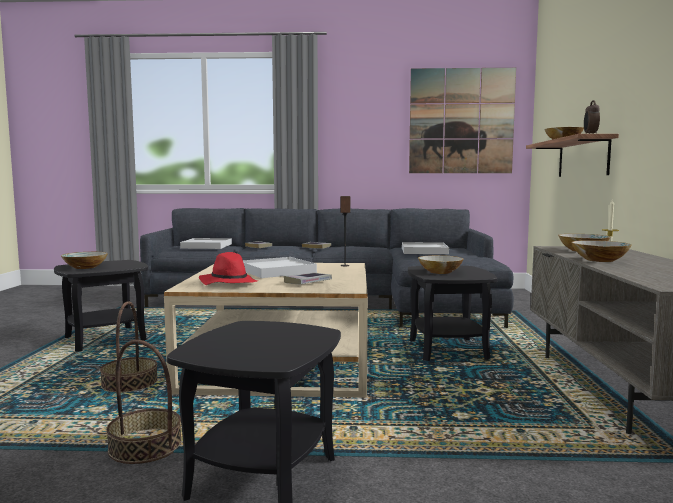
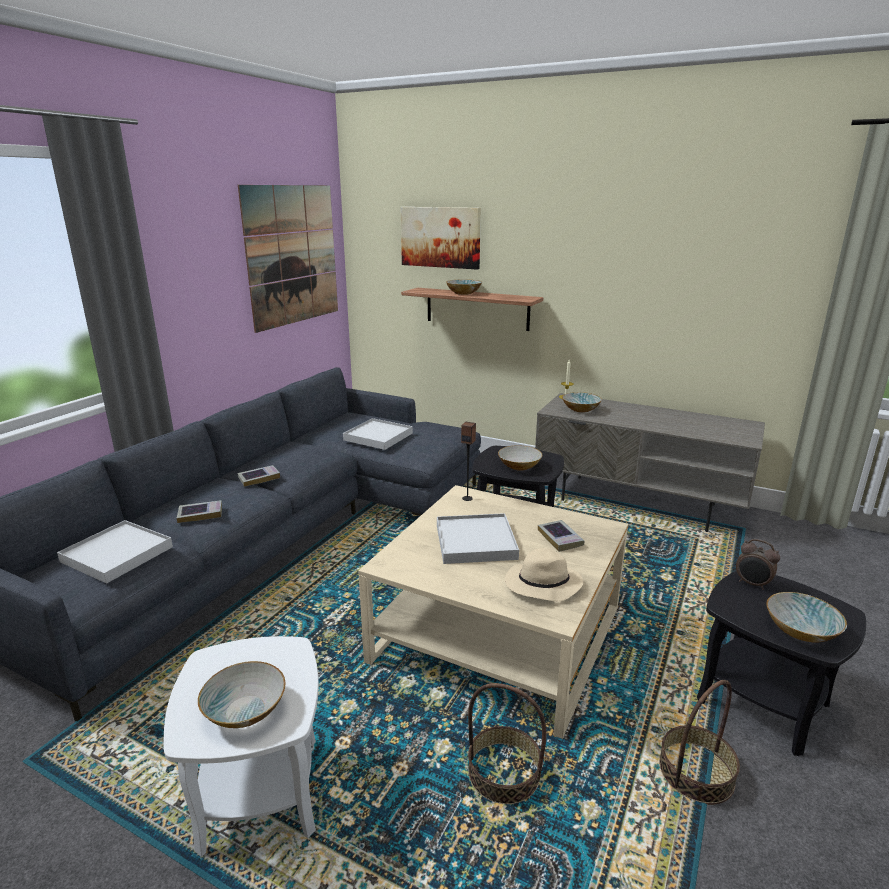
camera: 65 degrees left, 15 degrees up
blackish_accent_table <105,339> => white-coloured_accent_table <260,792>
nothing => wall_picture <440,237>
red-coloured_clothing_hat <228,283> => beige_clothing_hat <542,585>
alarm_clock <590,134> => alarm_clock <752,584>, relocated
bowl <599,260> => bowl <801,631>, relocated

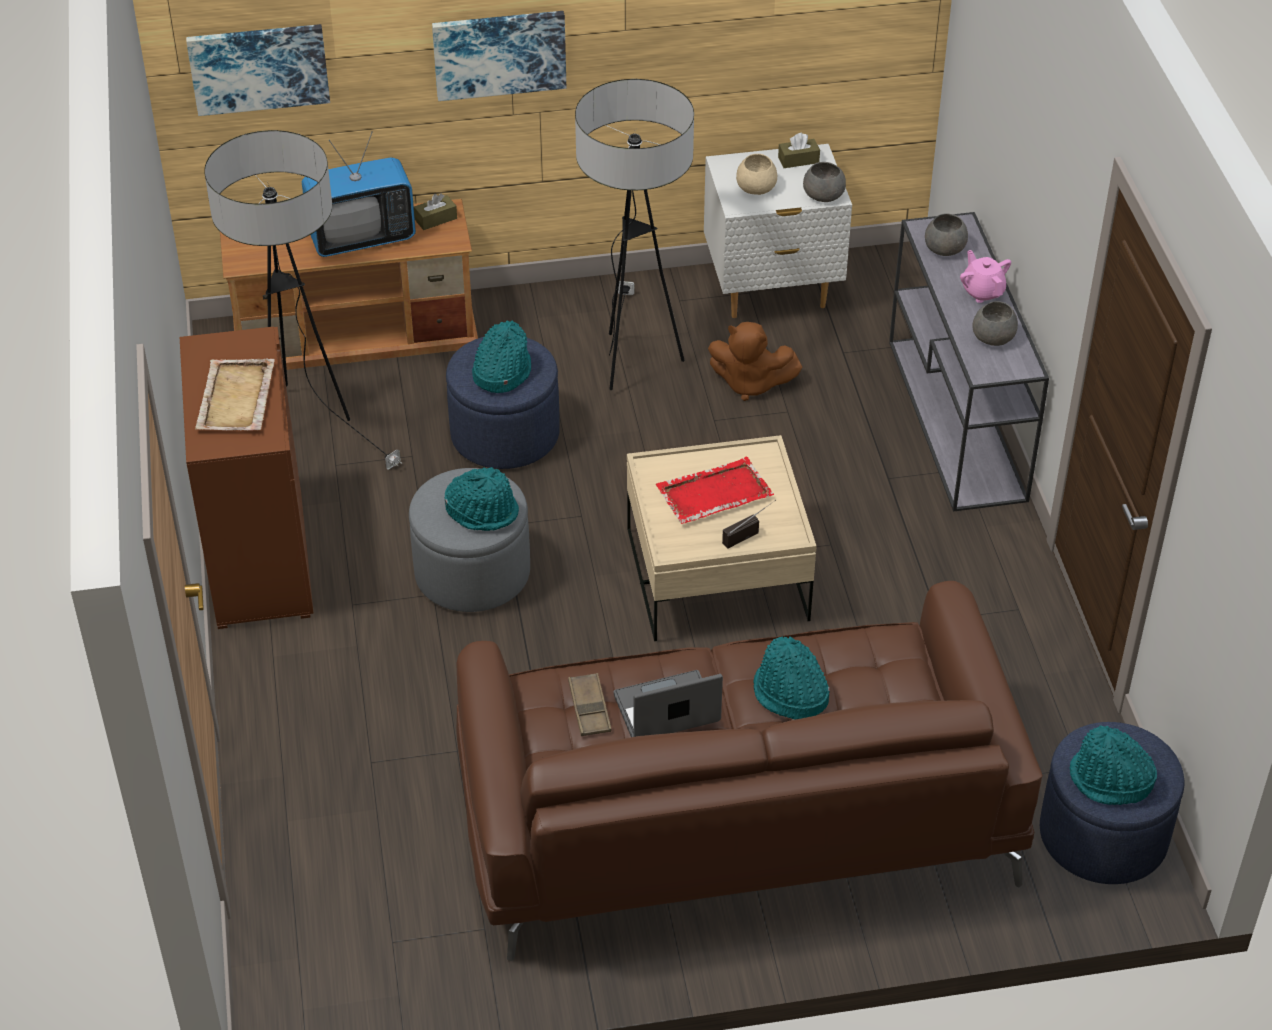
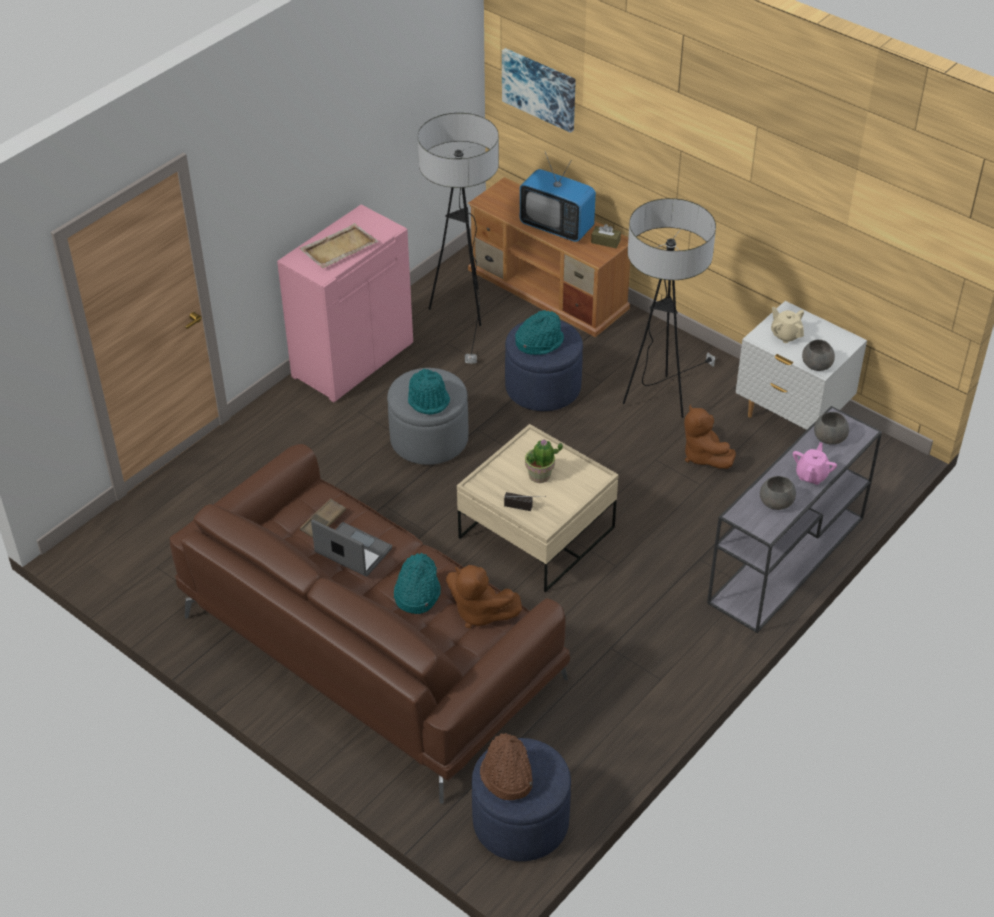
camera: 50 degrees right, 0 degrees up
brown_cabinet <258,558> => pinkish_cabinet <352,359>
nothing => brown_soft_toy <479,612>
turquoise_clothing_hat <1110,781> => brown_clothing_hat <506,777>
red-coloured_tray <713,493> => houseplant <540,475>
beige_bowl <756,187> => beige_pot_for_tea <785,335>
wall_picture <499,53> => nothing
brown_tissue_box <798,160> => nothing

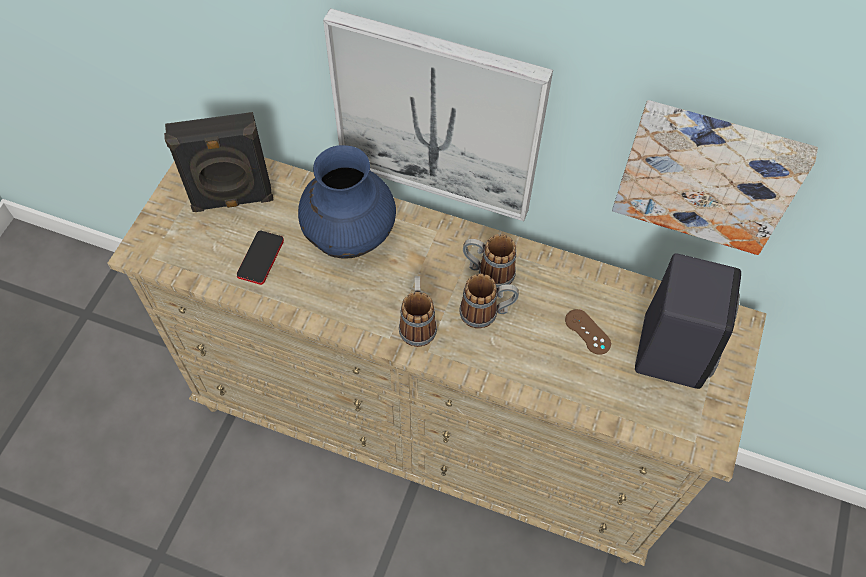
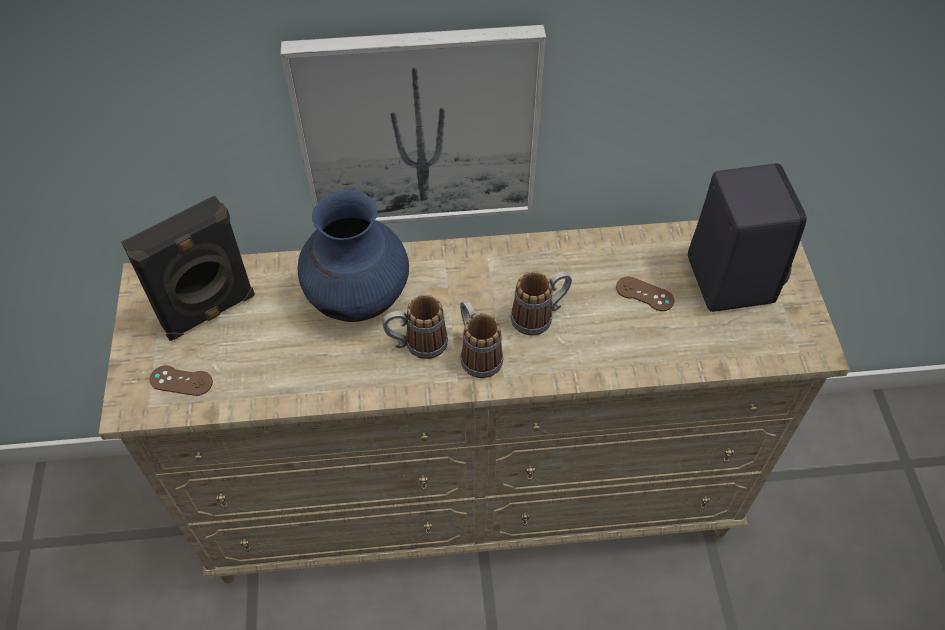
camera: 25 degrees left, 5 degrees down
nothing => brown_game_controller <181,381>
mug <488,272> => mug <417,344>, relocated
telephone <260,258> => nothing
wall_picture <708,174> => nothing

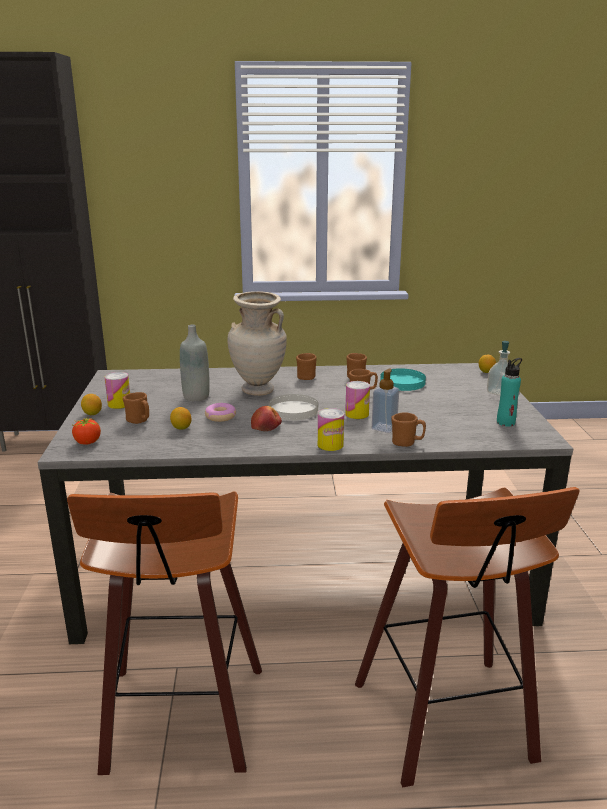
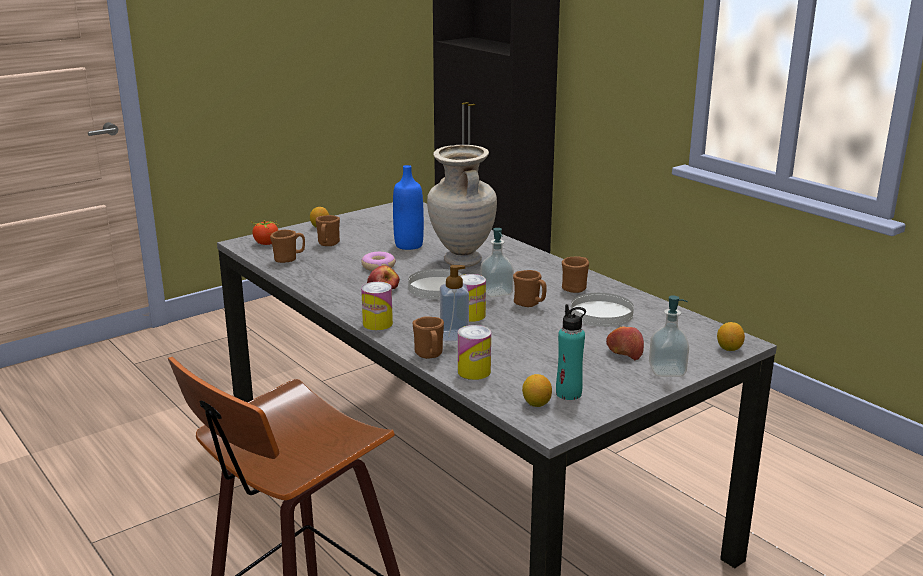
camera: 55 degrees right, 0 degrees up
brown_mug <307,376> => brown_mug <289,259>, relocated
greyish_beverage_bottle <196,397> => bluish_beverage_bottle <408,245>
metal_can <119,404> => metal_can <474,371>, relocated
nothing => liquid_soap_bottle <496,292>
lemon <181,428> => lemon <536,404>, relocated
turquoise_dinner_plate <402,382> => white-coloured_dinner_plate <601,313>
nothing => apple <624,352>
stool_seat <182,722> => nothing

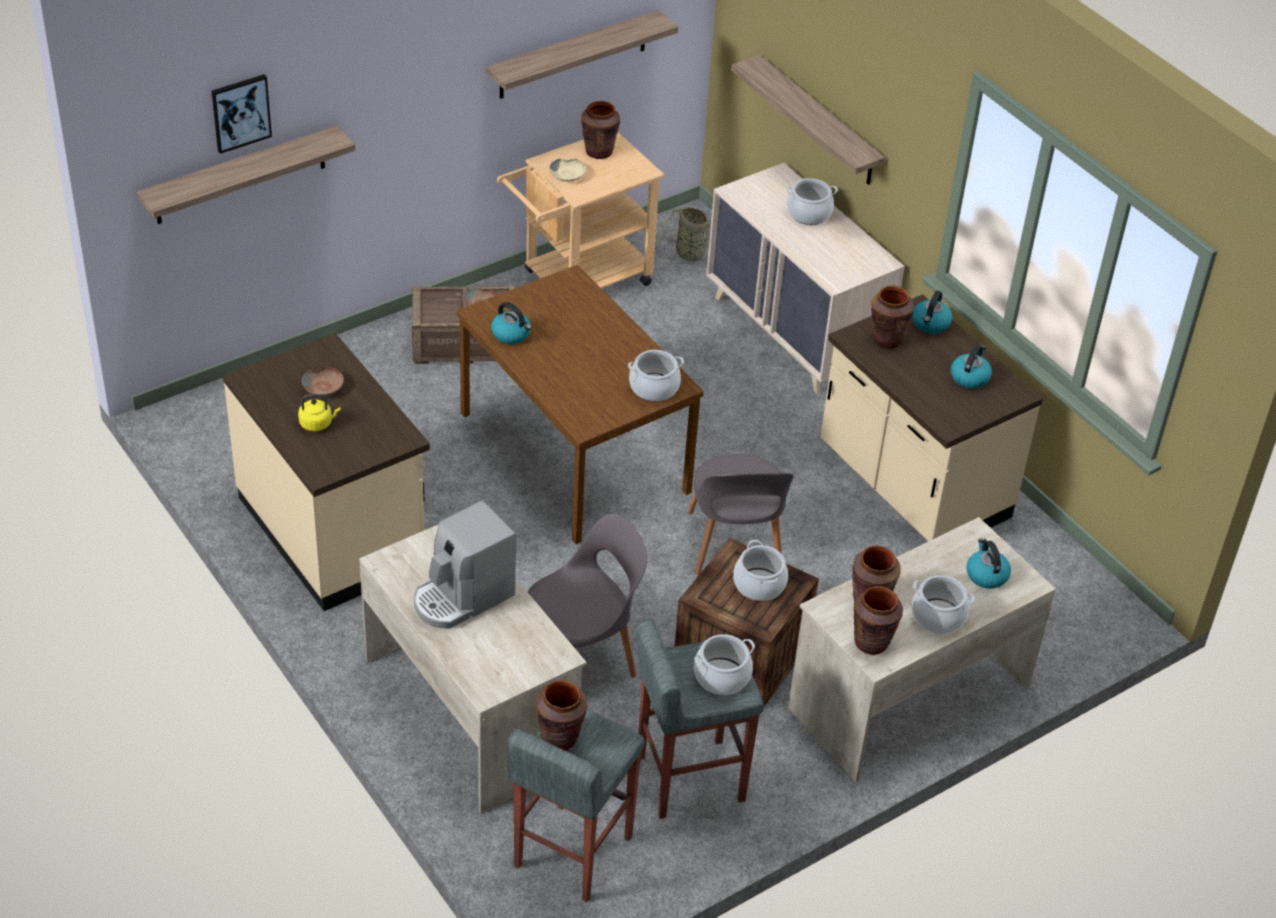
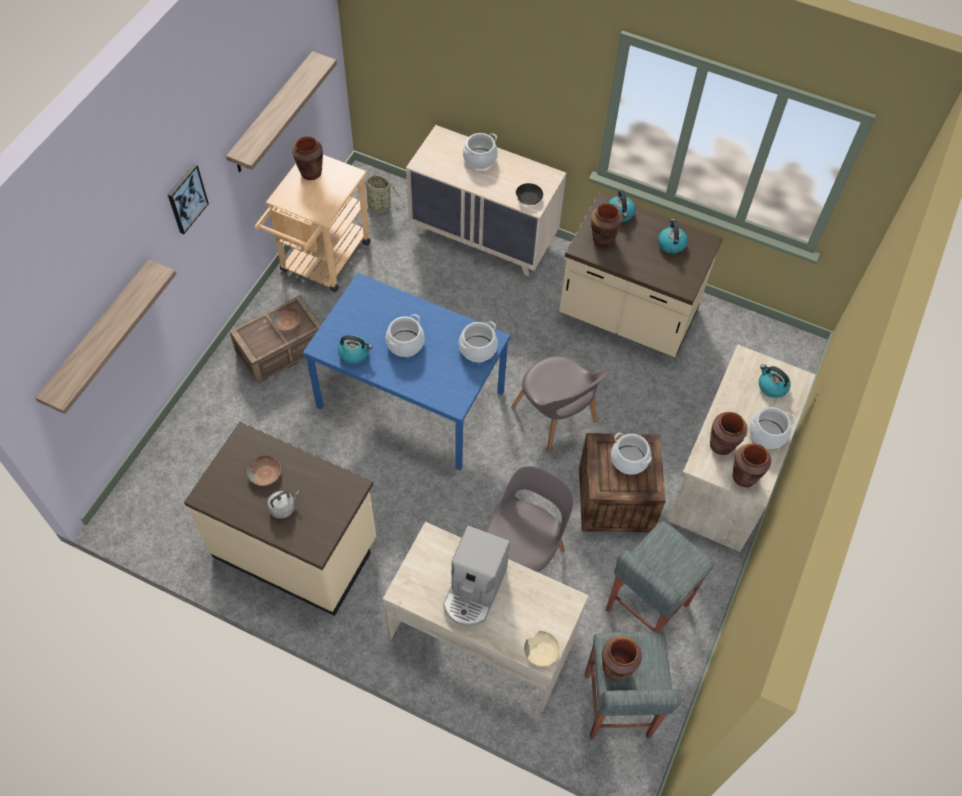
camera: 30 degrees left, 15 degrees up
wall_picture <240,112> => wall_picture <186,198>, relocated
yellowish_kettle <317,423> => greyish_kettle <283,507>
brown_kitchen_table <576,452> => bluish_kitchen_table <412,399>
saucepot <721,676> => saucepot <405,343>, relocated
nothing => blackish_bowl <529,197>
beige_bowl <568,175> => beige_bowl <542,651>, relocated
bracket_shelf <818,122> => nothing

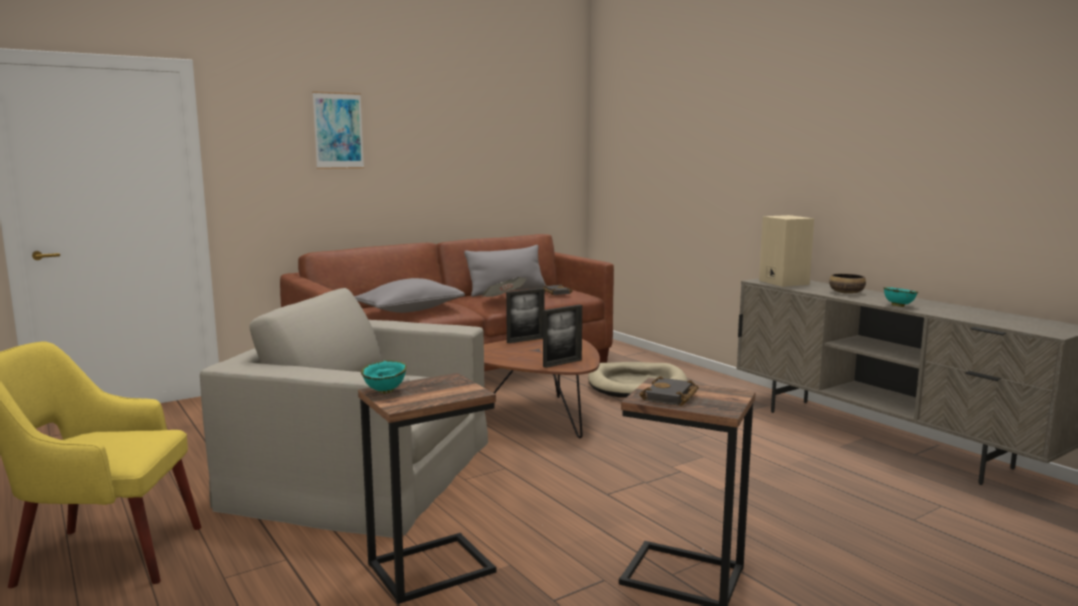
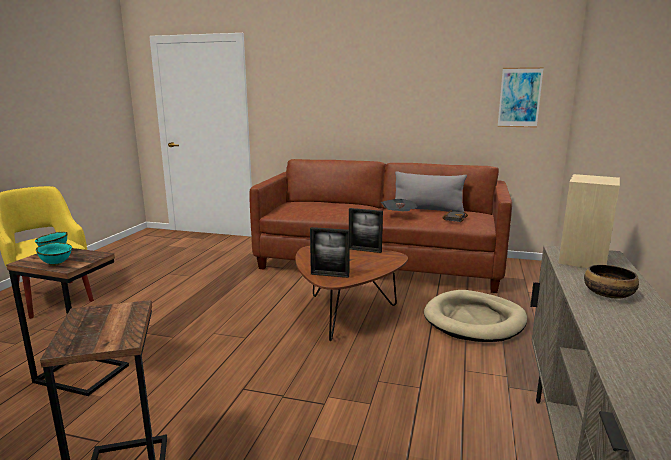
camera: 50 degrees right, 5 degrees up
turquoise_bowl <898,306> => turquoise_bowl <57,264>, relocated
wall_picture <338,130> => wall_picture <519,97>, relocated
beige_lounge_chair <362,472> => nothing
greyish_cushion <410,310> => nothing
blackish_volume <671,397> => nothing

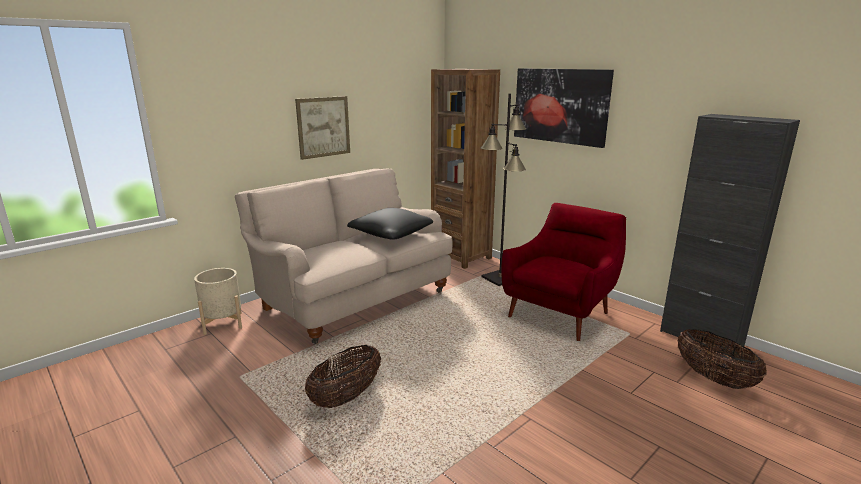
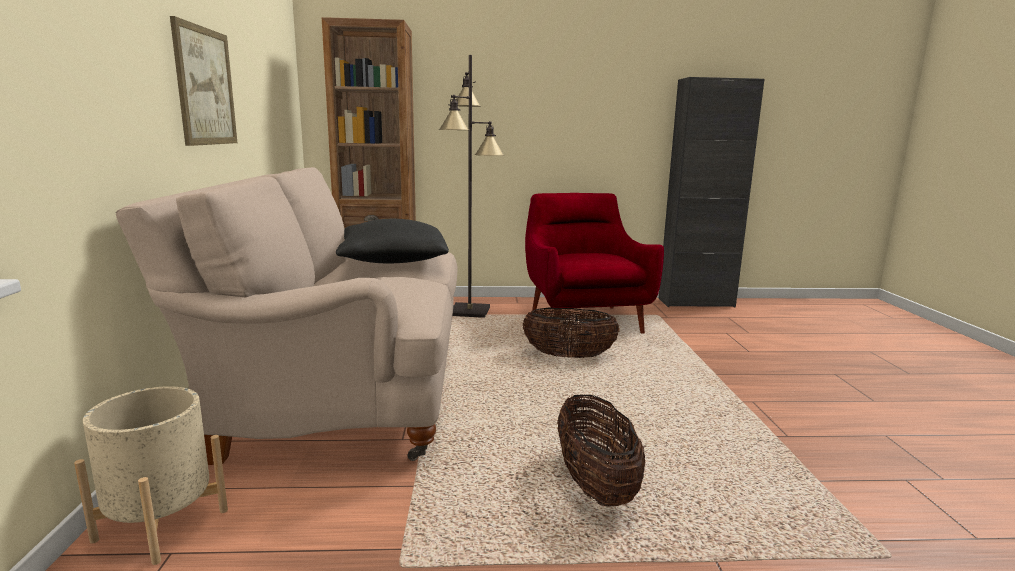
camera: 50 degrees left, 5 degrees down
basket <714,378> => basket <569,356>, relocated
wall_picture <560,106> => nothing

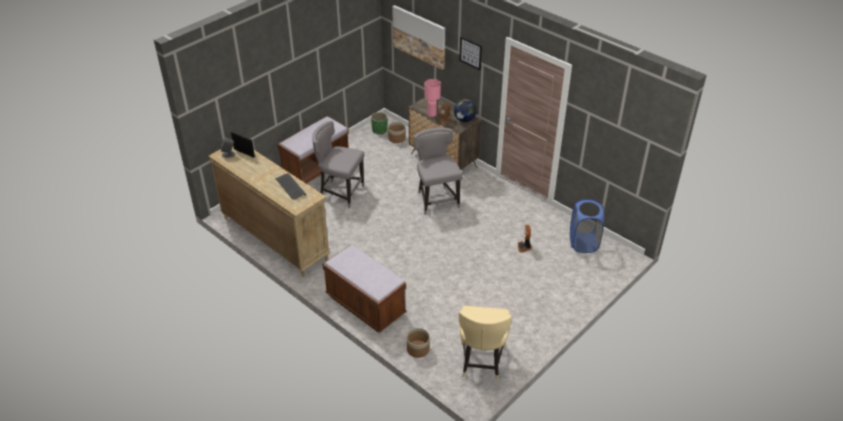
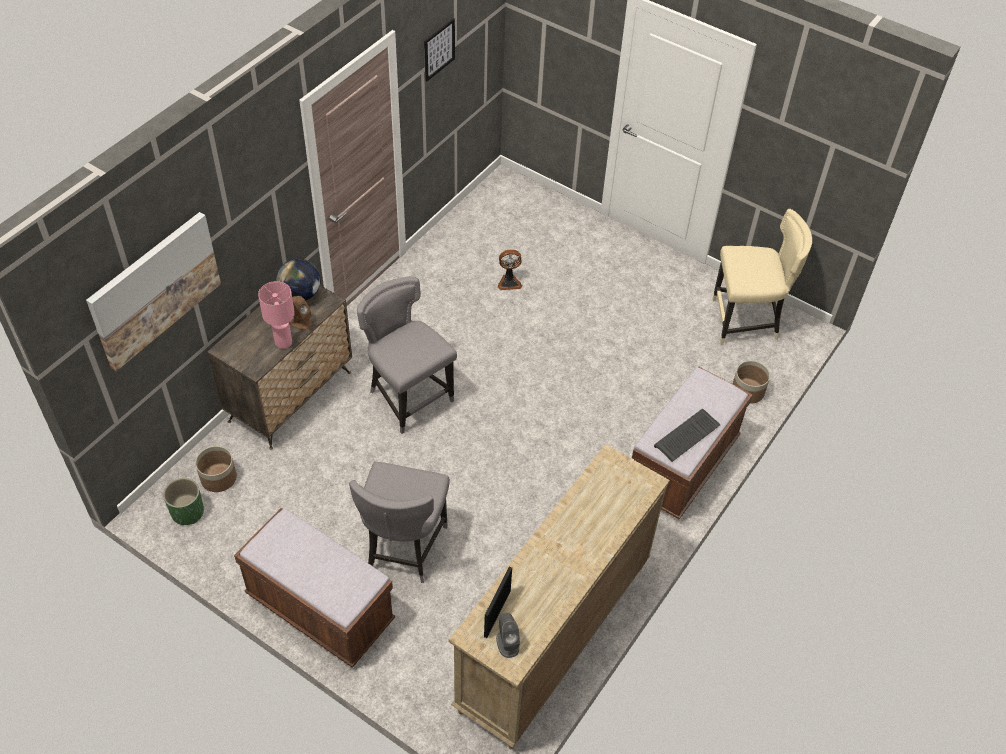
camera: 100 degrees left, 10 degrees up
greyish_chair <436,200> => greyish_chair <408,397>, 75 degrees clockwise
wall_picture <470,53> => wall_picture <439,49>, relocated
PC_keyboard <290,187> => PC_keyboard <687,437>, relocated
bluish_laundry_basket <583,243> => nothing

